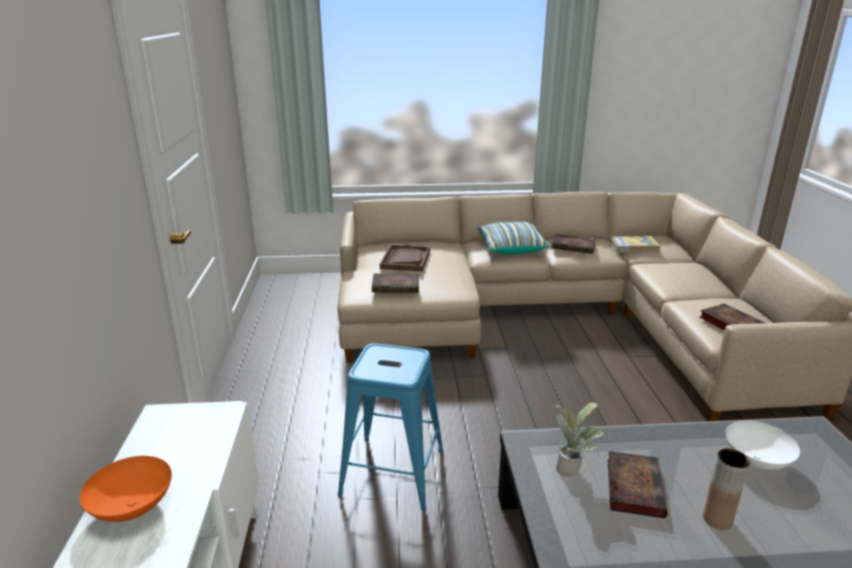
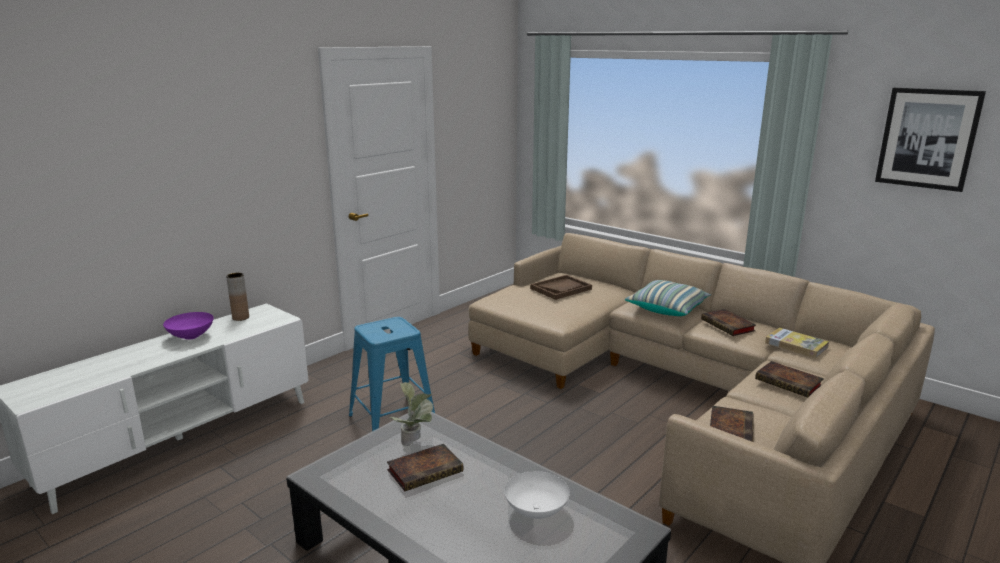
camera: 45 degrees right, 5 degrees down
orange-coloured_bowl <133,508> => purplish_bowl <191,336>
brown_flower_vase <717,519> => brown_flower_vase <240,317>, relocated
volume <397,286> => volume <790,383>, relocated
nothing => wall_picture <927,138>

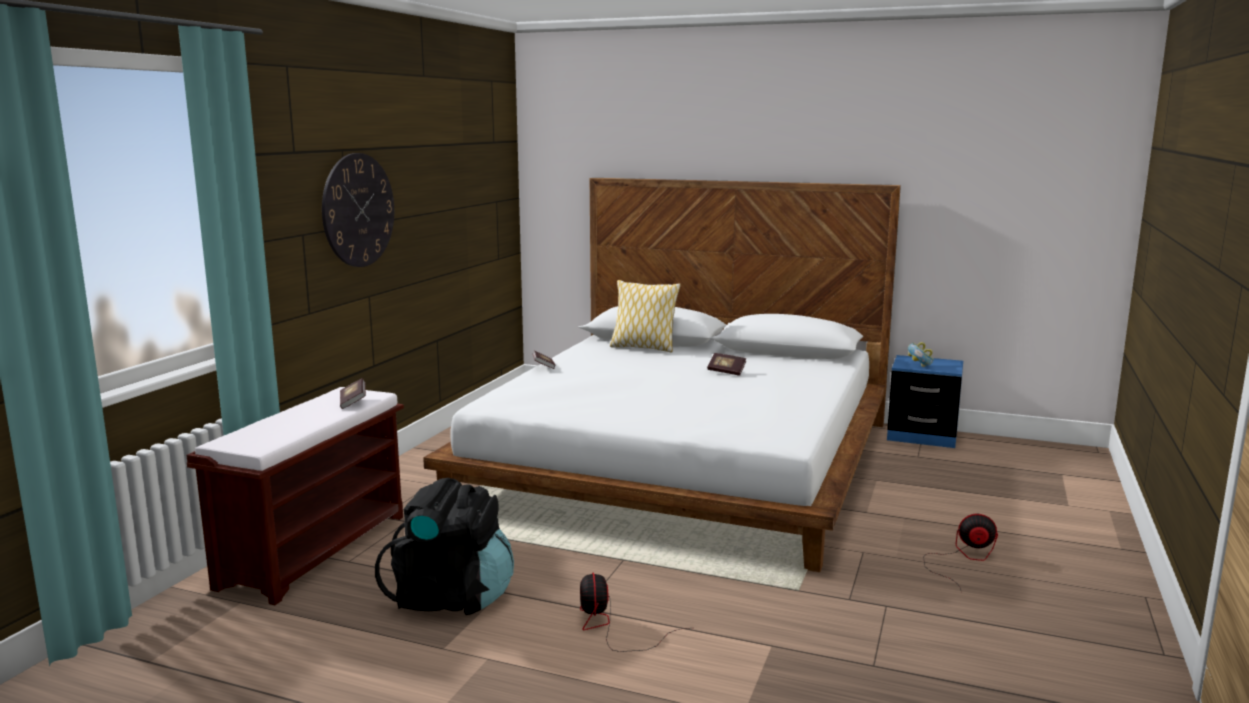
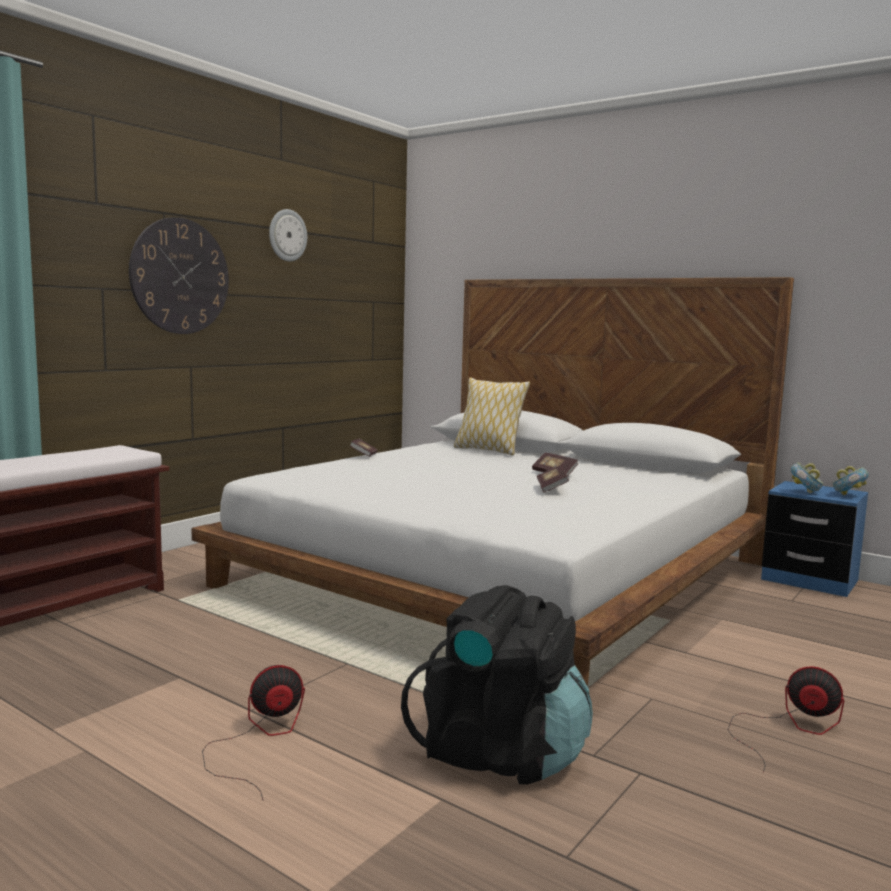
camera: 15 degrees right, 5 degrees down
fan <611,627> => fan <260,738>, 60 degrees clockwise
nothing => clock_on_the_wall <287,235>
blackish_knapsack <452,597> => blackish_knapsack <500,753>, relocated
volume <353,402> => volume <552,488>, relocated
nothing => bowl <848,495>

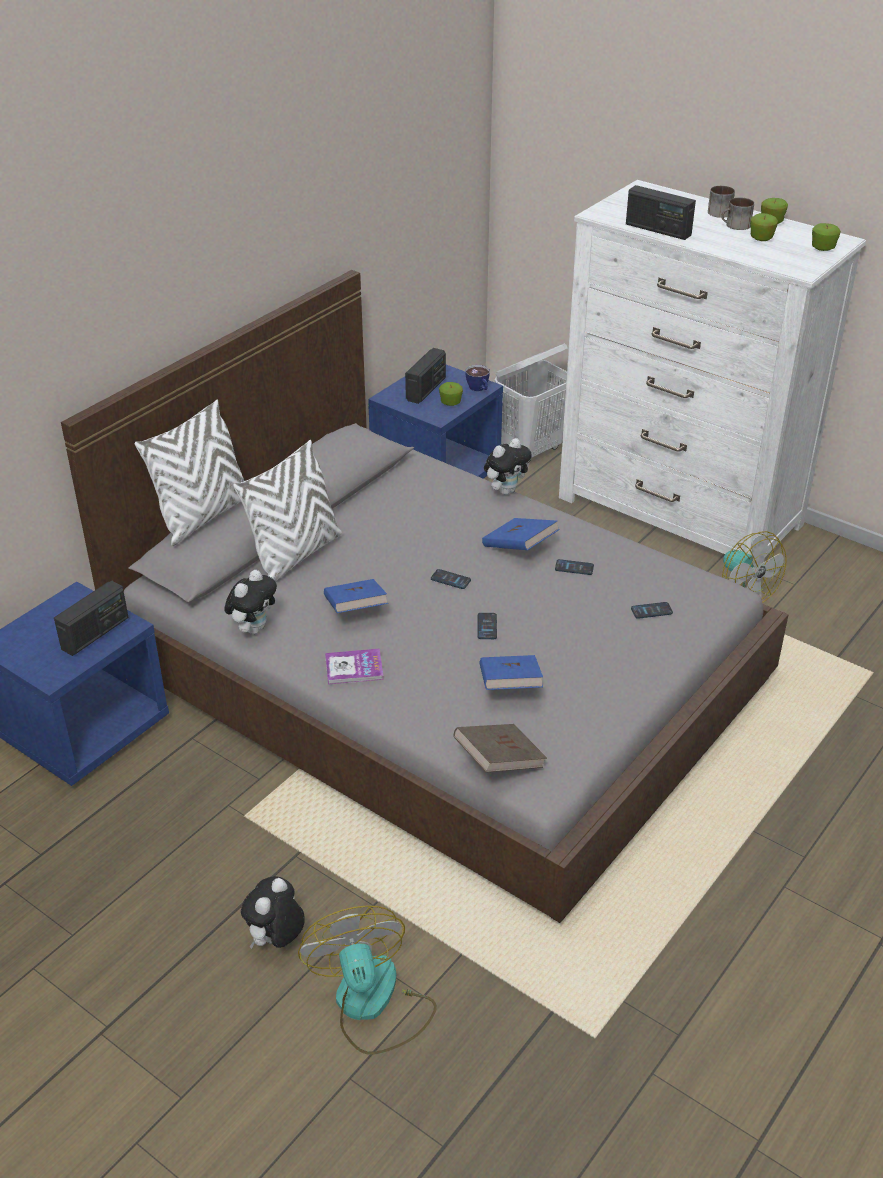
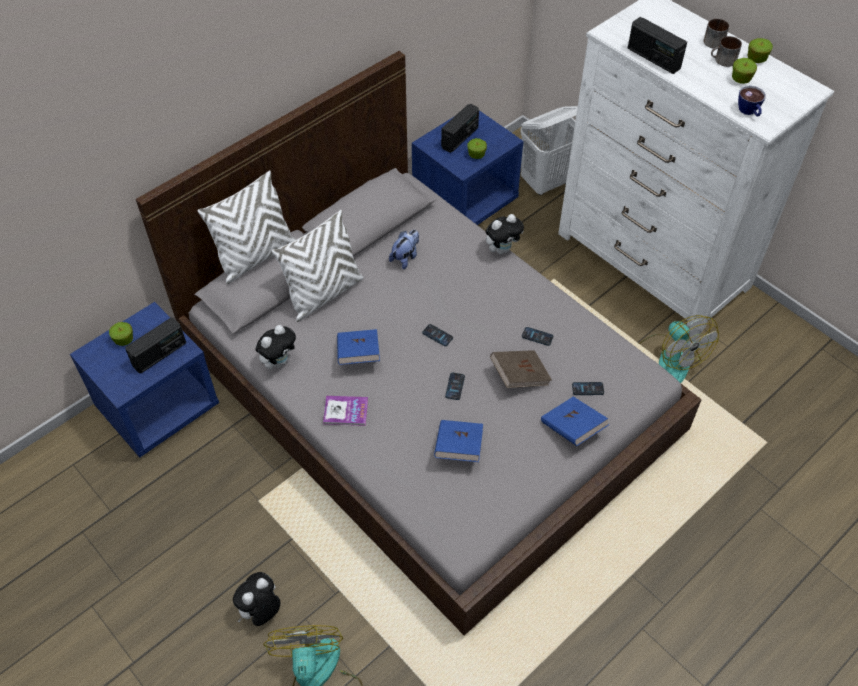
camera: 10 degrees right, 15 degrees up
apple <822,248> => apple <124,340>, relocated
nothing => soft_toy <405,257>
brown_volume <499,761> => brown_volume <519,376>, relocated
bluish_volume <519,548> => bluish_volume <572,429>, relocated
small_cup <479,389> => small_cup <749,112>, relocated

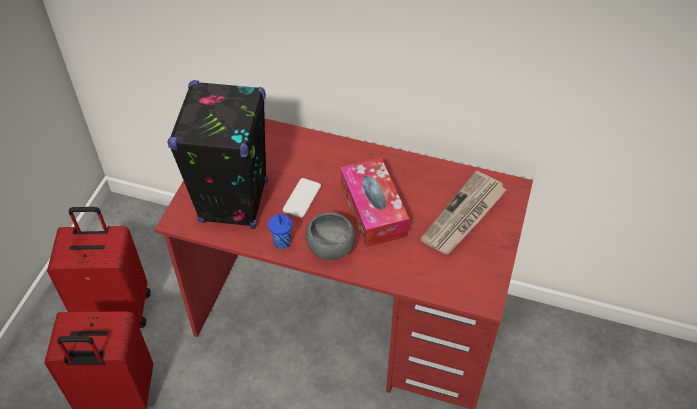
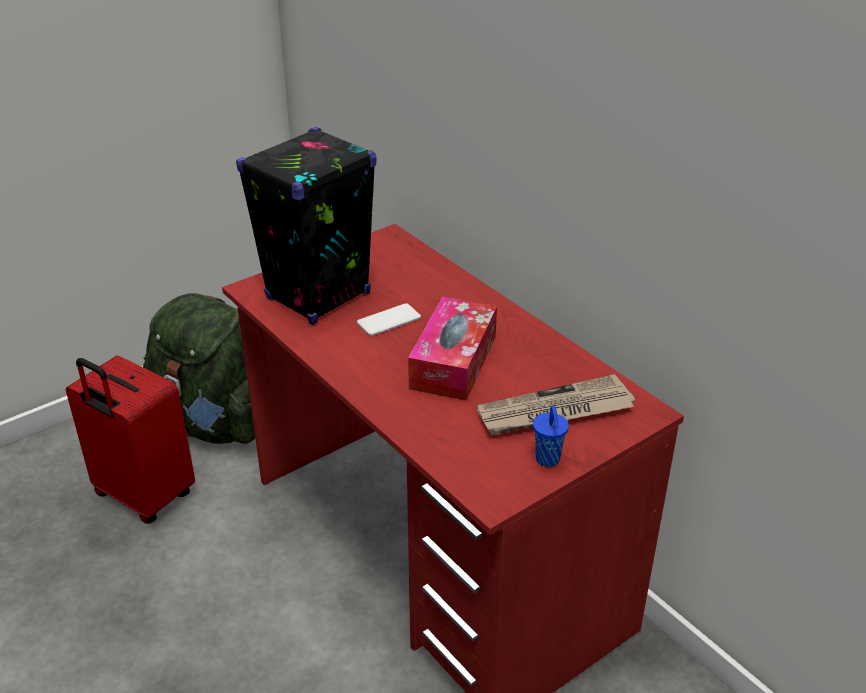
camera: 35 degrees right, 15 degrees down
red-coloured_travel_case <116,308> => greenish_knapsack <215,422>
bluish_small_cup <283,243> => bluish_small_cup <548,460>, relocated
greyish_bowl <330,249> => nothing

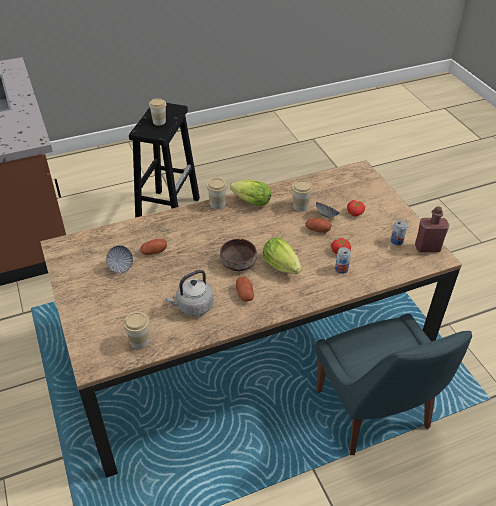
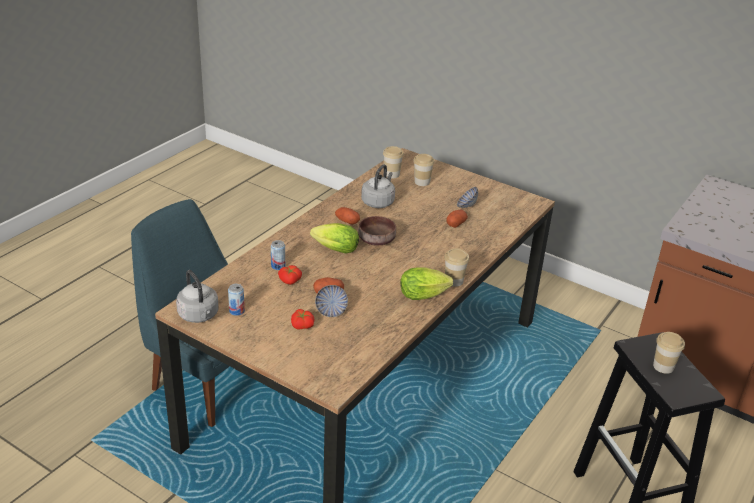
camera: 145 degrees right, 10 degrees down
red-coloured_beverage_bottle <427,248> => greyish_kettle <199,316>
small_cup <300,206> => small_cup <422,182>, relocated

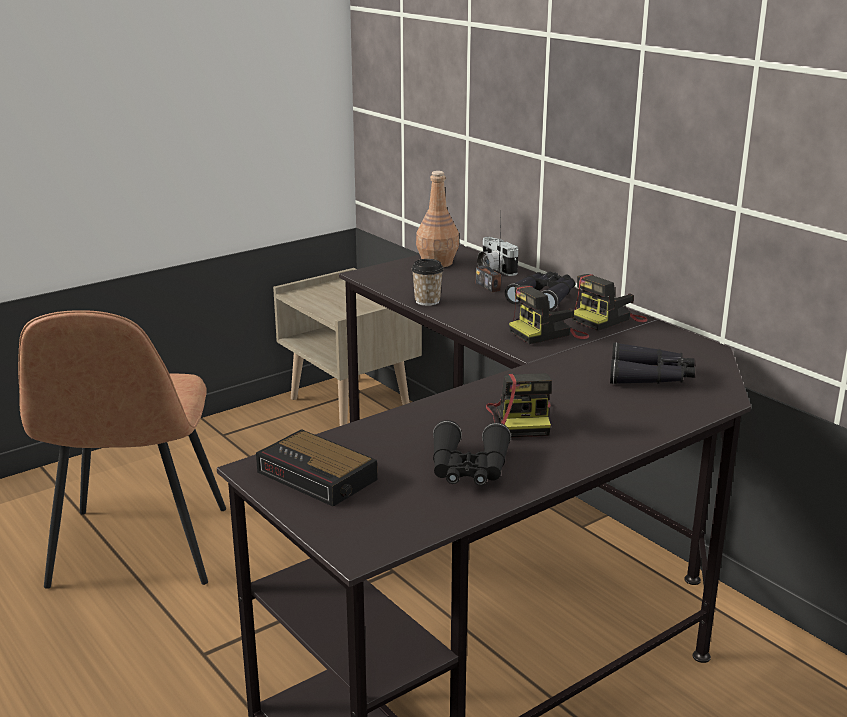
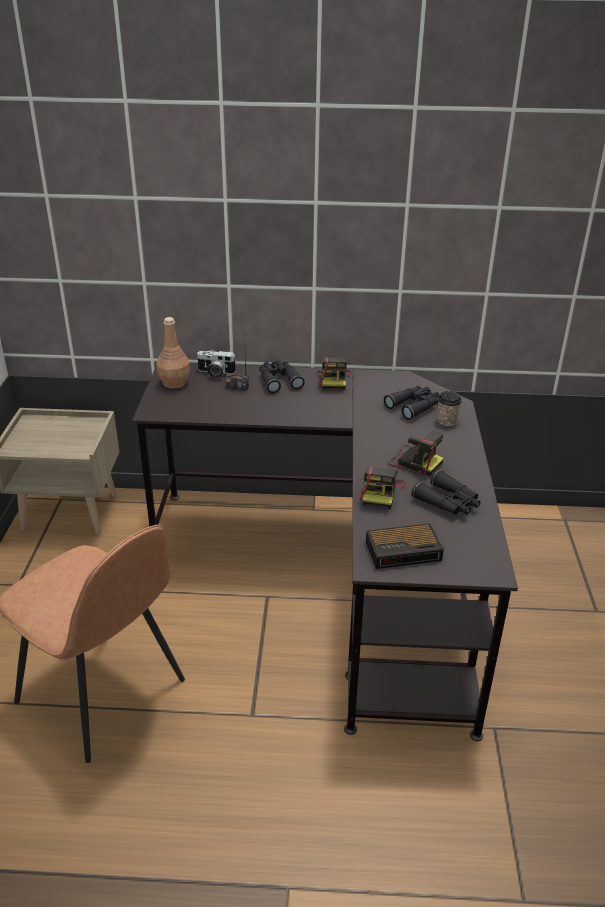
camera: 50 degrees left, 10 degrees up
photo_camera <548,333> => photo_camera <380,493>, relocated
small_cup <427,301> => small_cup <446,421>, relocated

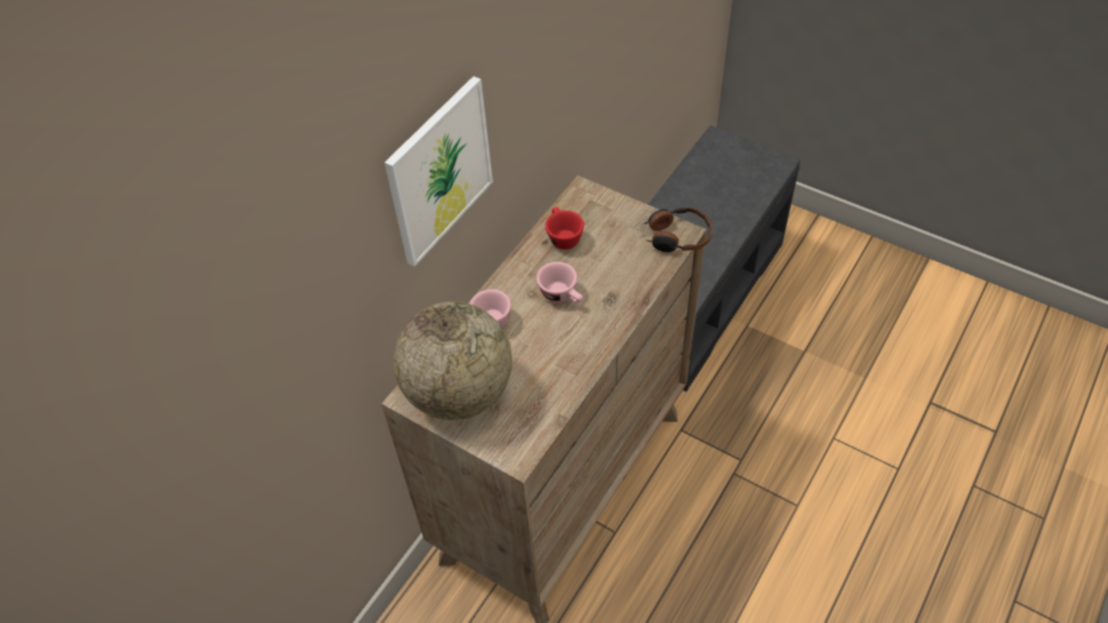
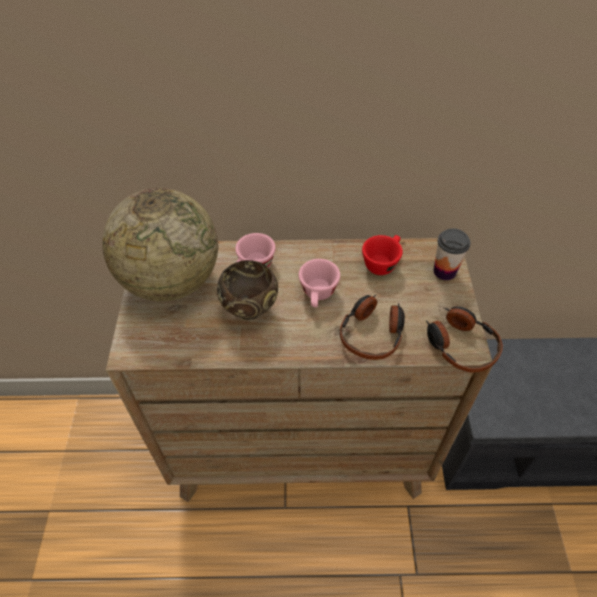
camera: 55 degrees right, 0 degrees up
nothing => brown_bowl <251,310>
nothing => pair_of_headphones <372,333>
nothing => small_cup <444,271>
wall_picture <439,171> => nothing

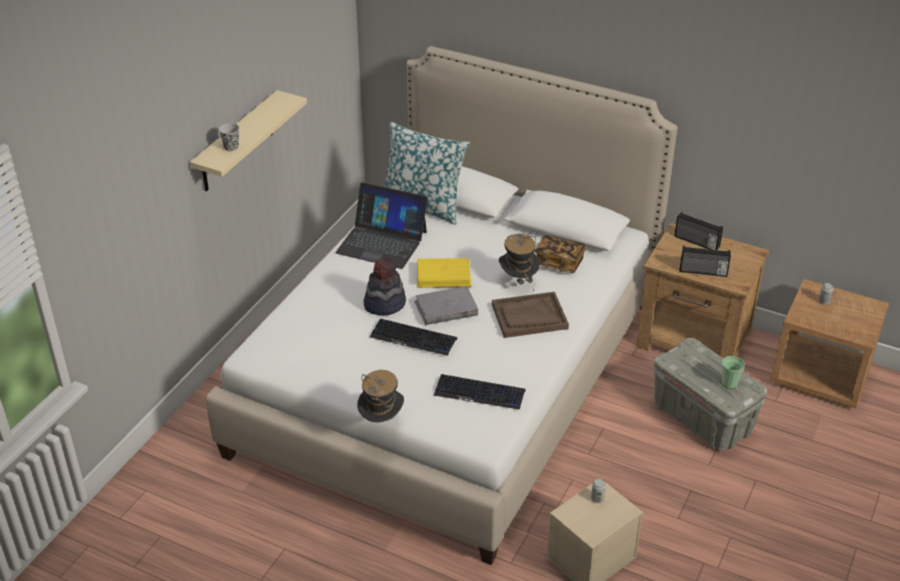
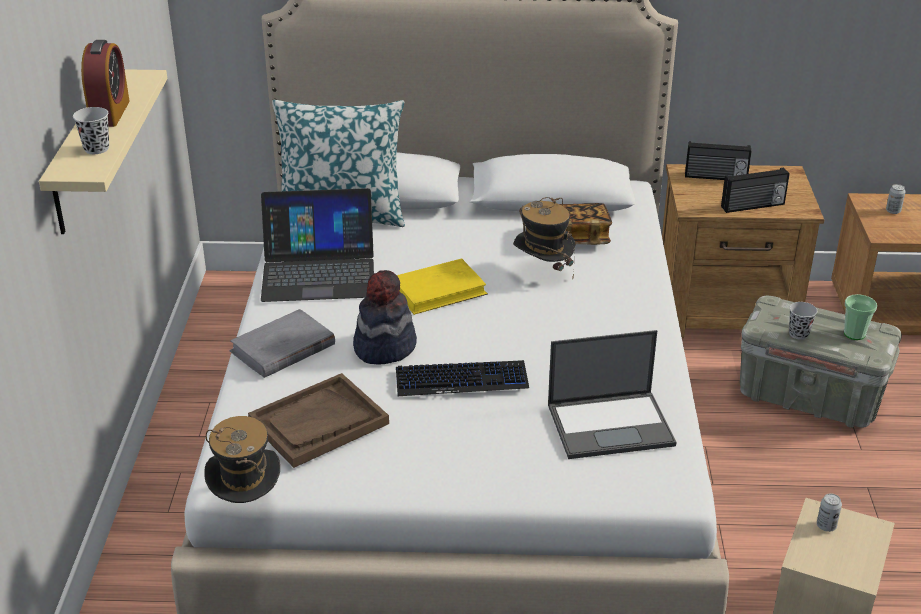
camera: 25 degrees left, 5 degrees down
nothing => alarm_clock <110,113>
clothing_hat <381,422> => clothing_hat <247,504>, relocated
greyish_volume <446,309> => greyish_volume <282,348>, relocated
brown_tray <529,317> => brown_tray <318,423>, relocated
PC_keyboard <480,393> => laptop <611,424>
nothing => blackish_small_cup <798,334>

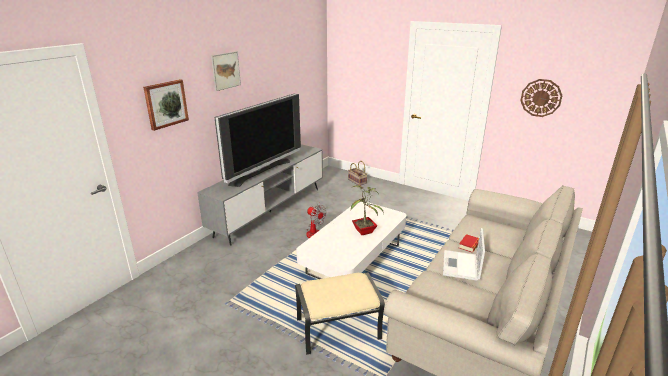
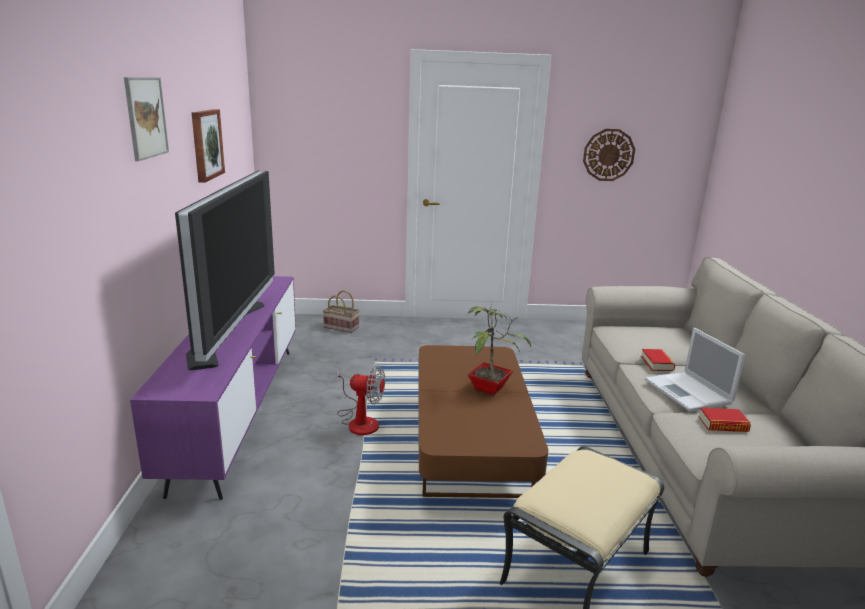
camera: 35 degrees left, 5 degrees down
greyish_media_console <270,211> => purplish_media_console <240,411>
wall_picture <166,104> => wall_picture <206,144>, relocated
white-coloured_coffee_table <354,259> => brown_coffee_table <470,444>
nothing => volume <723,424>

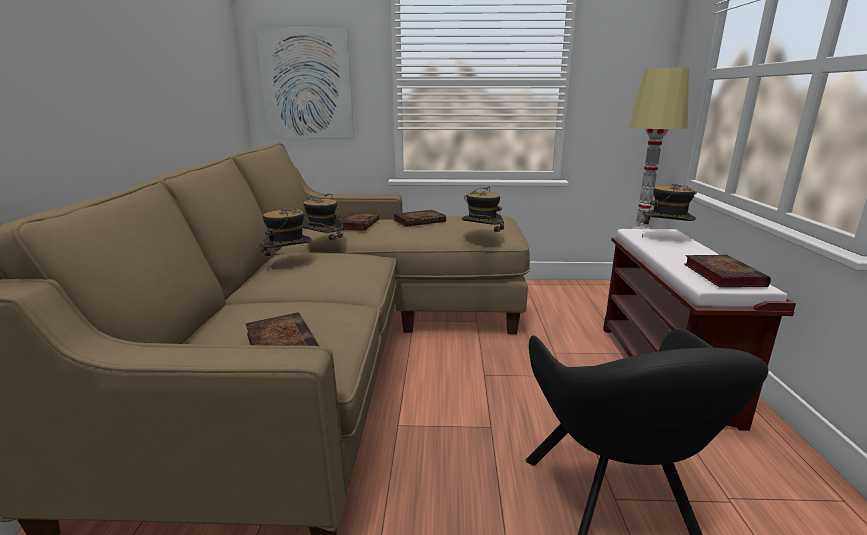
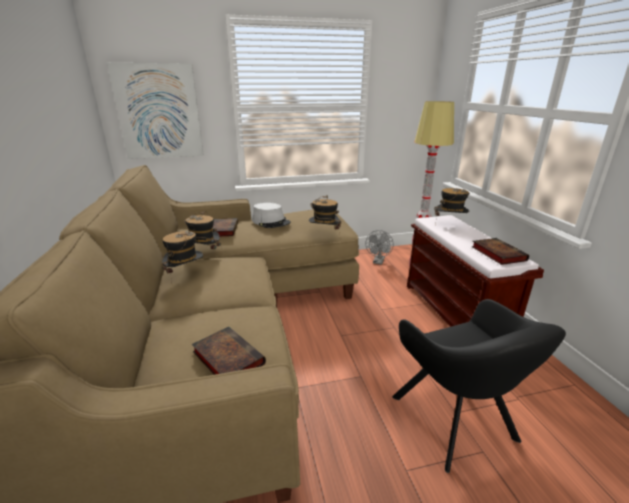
camera: 15 degrees left, 5 degrees up
volume <420,221> => greyish_clothing_hat <271,221>
nothing => greyish_fan <378,262>

